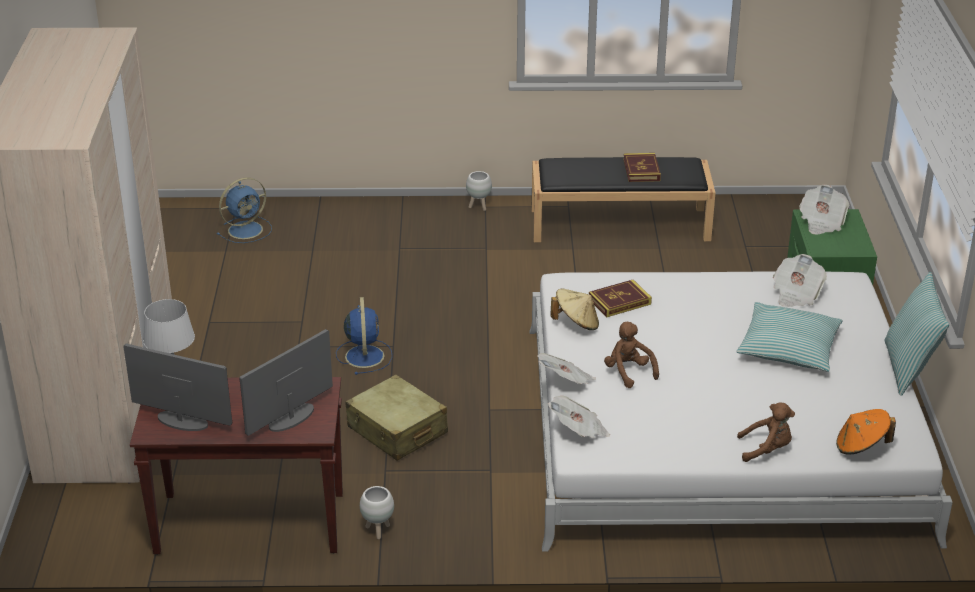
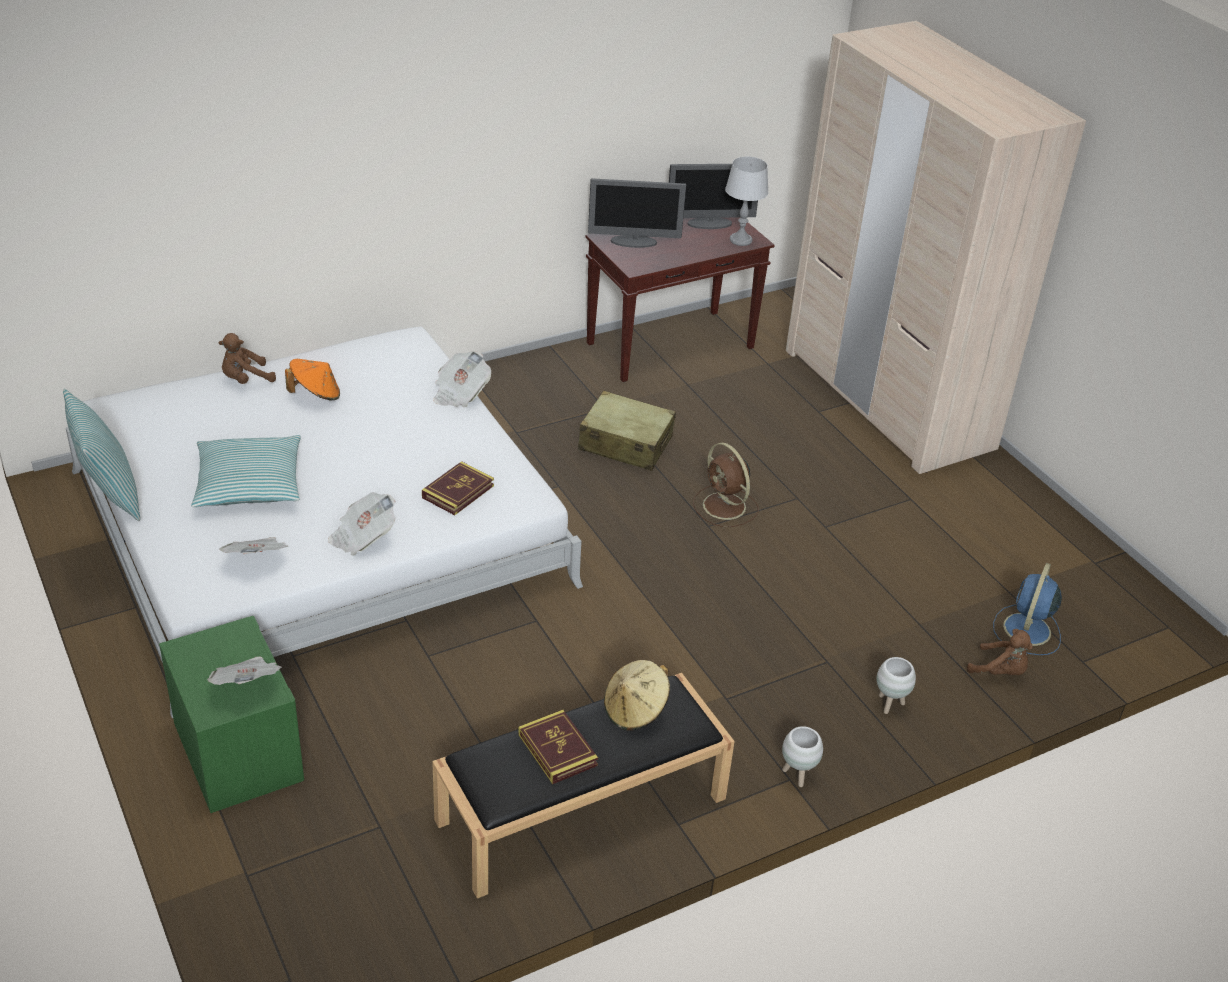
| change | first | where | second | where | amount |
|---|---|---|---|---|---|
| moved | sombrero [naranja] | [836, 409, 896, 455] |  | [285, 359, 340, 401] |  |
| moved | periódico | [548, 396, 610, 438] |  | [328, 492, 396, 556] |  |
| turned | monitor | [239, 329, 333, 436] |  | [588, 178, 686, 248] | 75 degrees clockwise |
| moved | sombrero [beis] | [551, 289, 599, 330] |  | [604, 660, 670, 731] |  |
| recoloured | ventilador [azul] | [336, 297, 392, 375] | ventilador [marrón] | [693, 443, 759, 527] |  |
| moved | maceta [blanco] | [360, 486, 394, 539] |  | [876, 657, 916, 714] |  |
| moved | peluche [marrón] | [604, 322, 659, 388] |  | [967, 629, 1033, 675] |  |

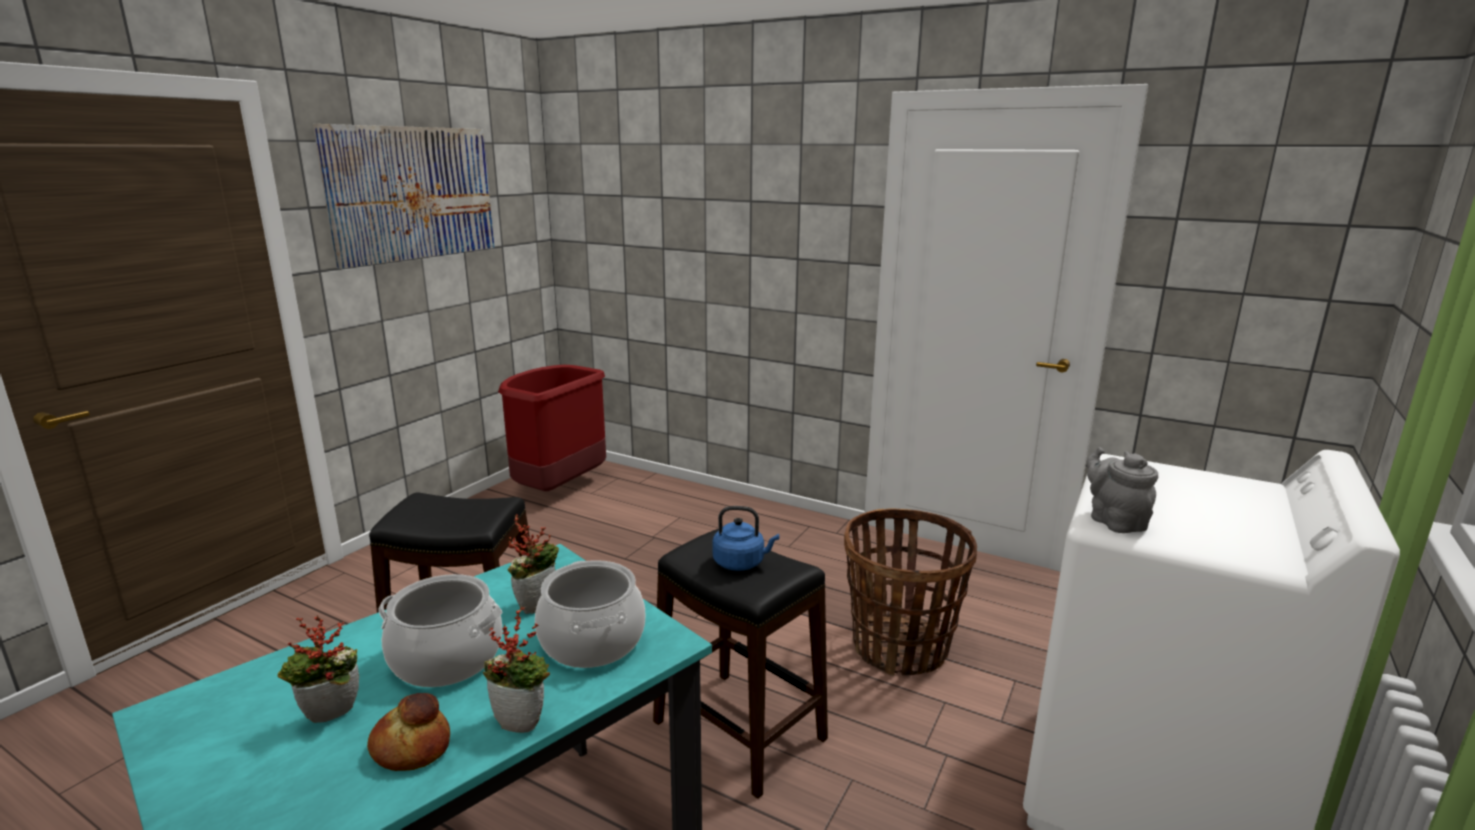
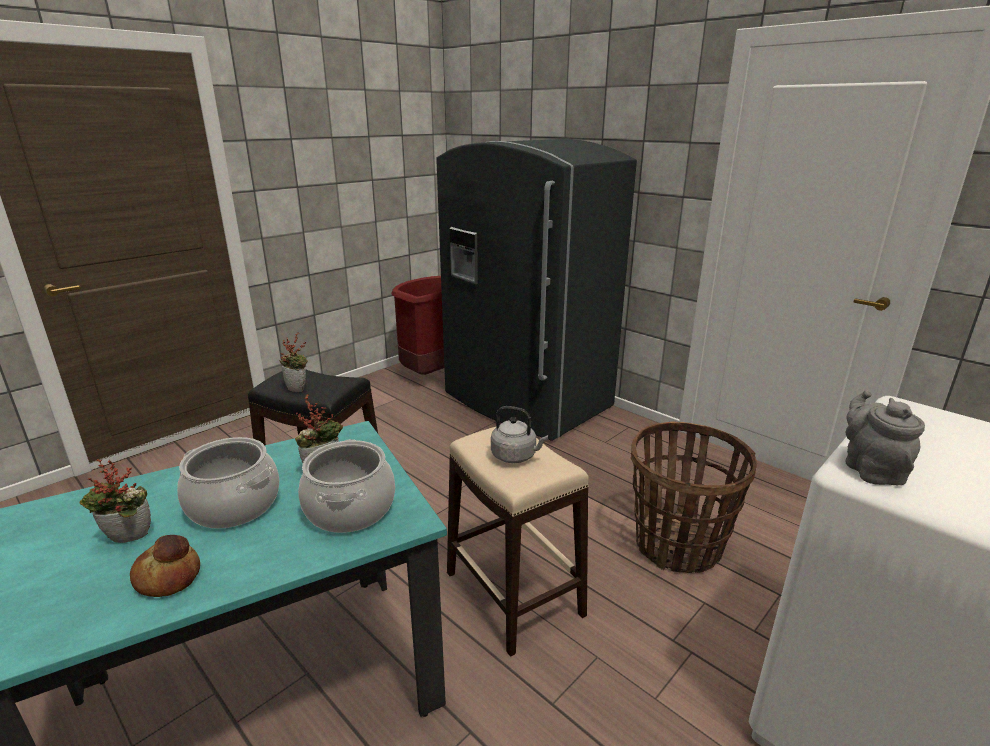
| change | first | where | second | where | amount |
|---|---|---|---|---|---|
| moved | planta en maceta | [483, 607, 550, 733] |  | [279, 333, 308, 392] |  |
| added |  |  | nevera [gris] | [436, 139, 637, 440] |  |
| recoloured | taburete [negro] | [653, 527, 828, 799] | taburete [beis] | [447, 427, 589, 657] |  |
| recoloured | hervidor [azul] | [712, 506, 779, 571] | hervidor [gris] | [491, 406, 548, 463] |  |
| removed | cuadro | [313, 124, 494, 269] |  |  |  |

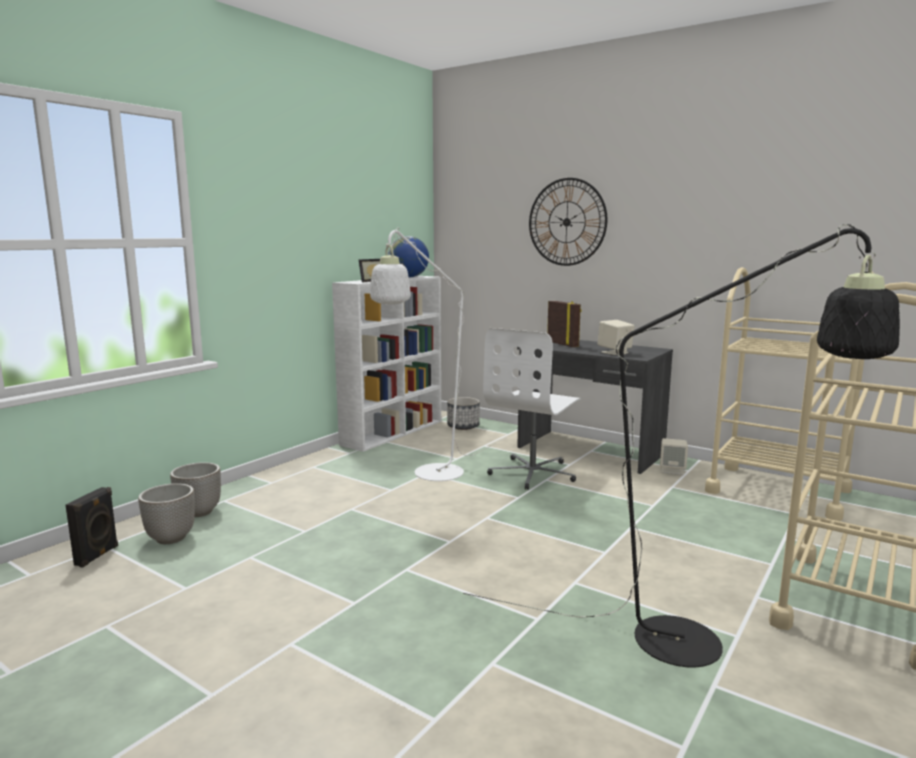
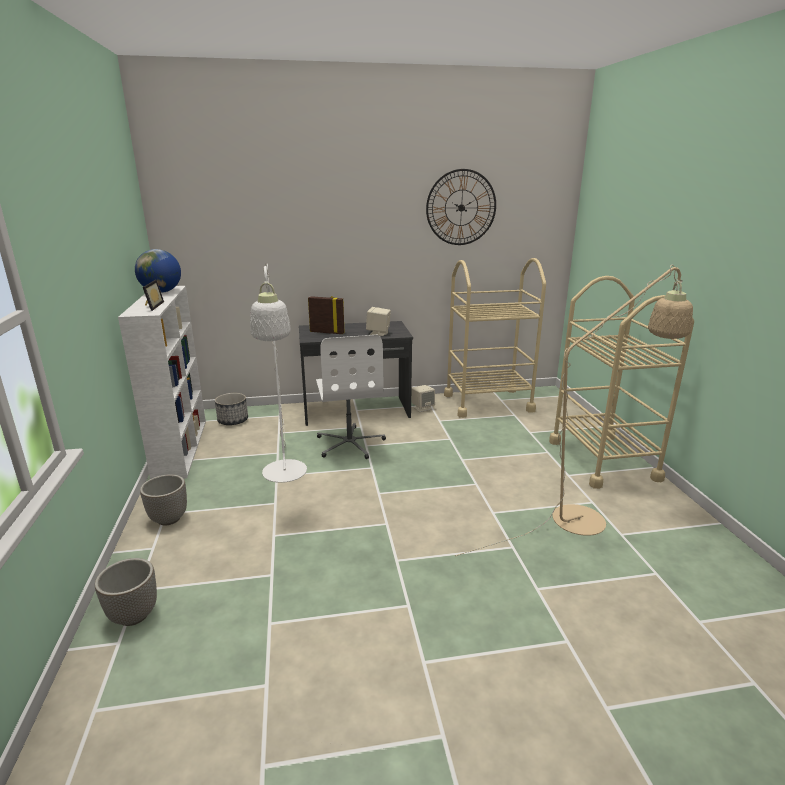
| change | first | where | second | where | amount |
|---|---|---|---|---|---|
| moved | maceta | [138, 483, 195, 544] |  | [140, 474, 187, 526] |  |
| moved | reloj de pared | [529, 178, 607, 266] |  | [426, 169, 496, 245] |  |
| recoloured | lámpara de pie [negro] | [463, 224, 900, 667] | lámpara de pie [beis] | [455, 265, 693, 556] |  |
| removed | altavoz [negro] | [66, 487, 118, 567] |  |  |  |

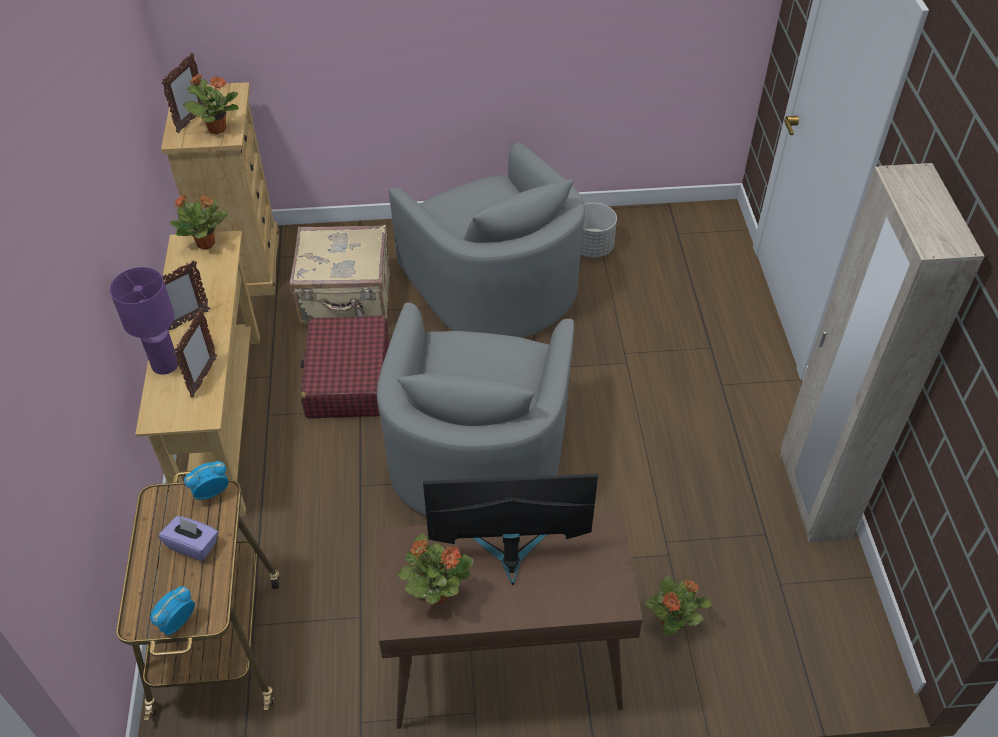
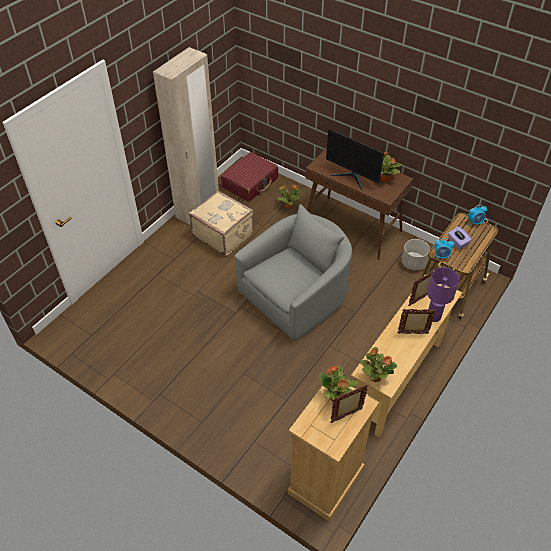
| change | first | where | second | where | amount |
|---|---|---|---|---|---|
| moved | maleta [beis] | [290, 225, 390, 326] |  | [189, 190, 254, 256] |  |
| moved | maleta [rojo] | [300, 316, 389, 418] |  | [221, 152, 278, 202] |  |
| moved | maceta [gris] | [580, 203, 617, 258] |  | [402, 239, 430, 270] |  |
| removed | sillón [gris] | [389, 142, 585, 338] |  |  |  |

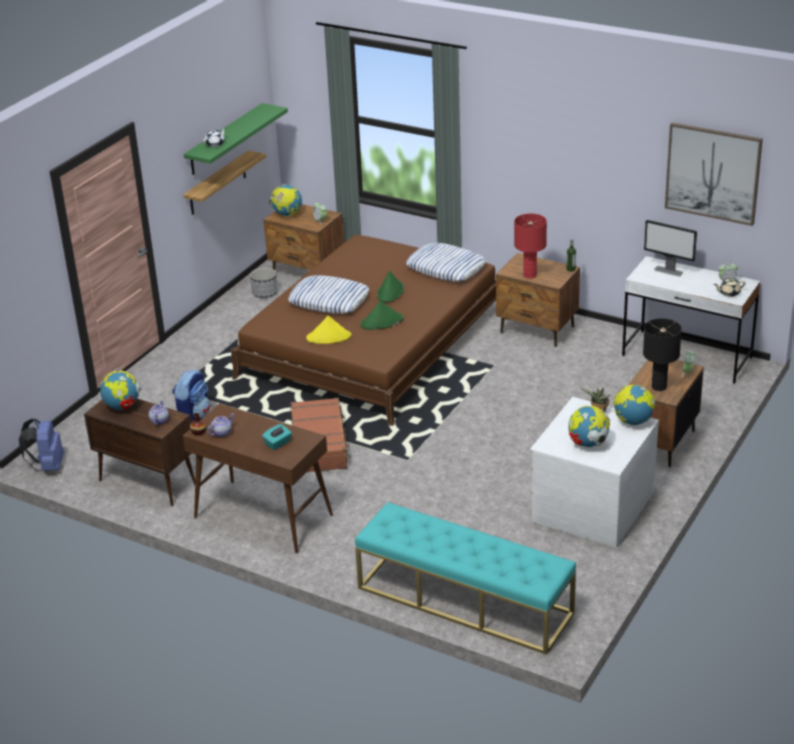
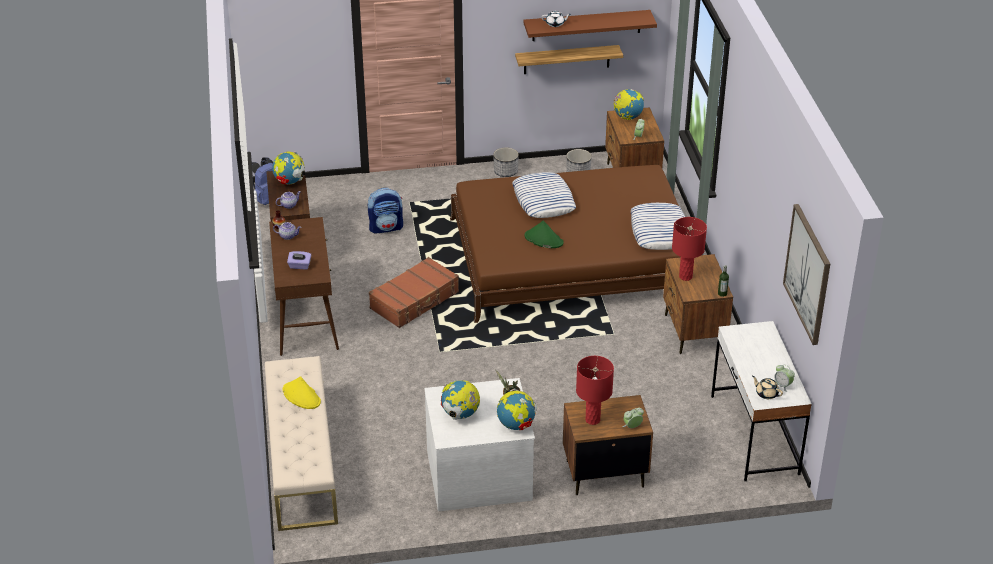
| change | first | where | second | where | amount |
|---|---|---|---|---|---|
| recoloured | banco [turquesa] | [355, 502, 576, 655] | banco [beis] | [265, 356, 338, 531] |  |
| moved | sombrero [amarillo] | [306, 316, 352, 344] |  | [283, 376, 321, 409] |  |
| recoloured | caja de pañuelos [turquesa] | [262, 424, 292, 450] | caja de pañuelos [morado] | [287, 251, 311, 269] |  |
| added |  |  | maceta | [493, 147, 519, 177] |  |
| recoloured | estante [verde] | [184, 103, 288, 175] | estante [marrón] | [523, 10, 657, 41] |  |
| recoloured | lámpara de mesa [negro] | [643, 318, 682, 391] | lámpara de mesa [rojo] | [576, 356, 614, 425] |  |
| removed | sombrero [verde] | [377, 271, 404, 302] |  |  |  |
| removed | monitor | [644, 220, 697, 277] |  |  |  |

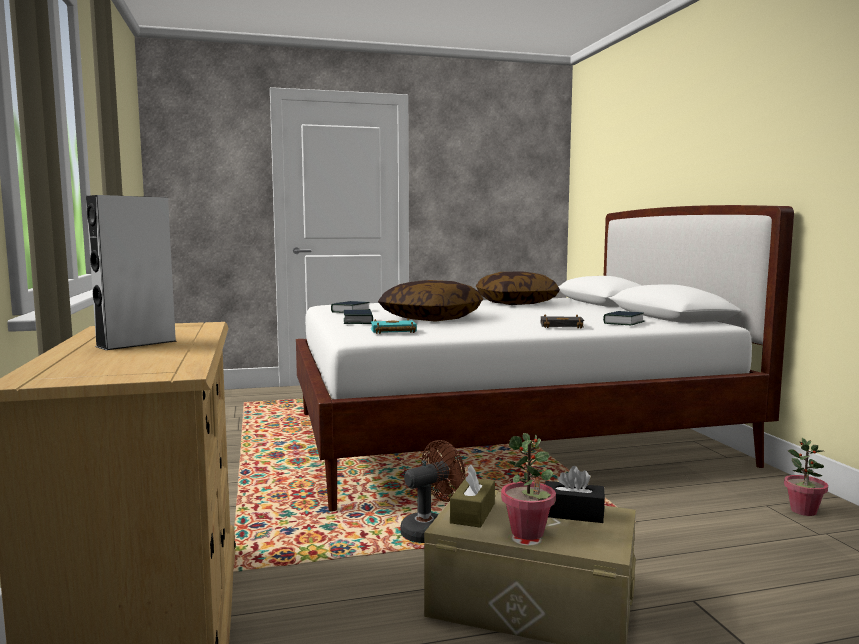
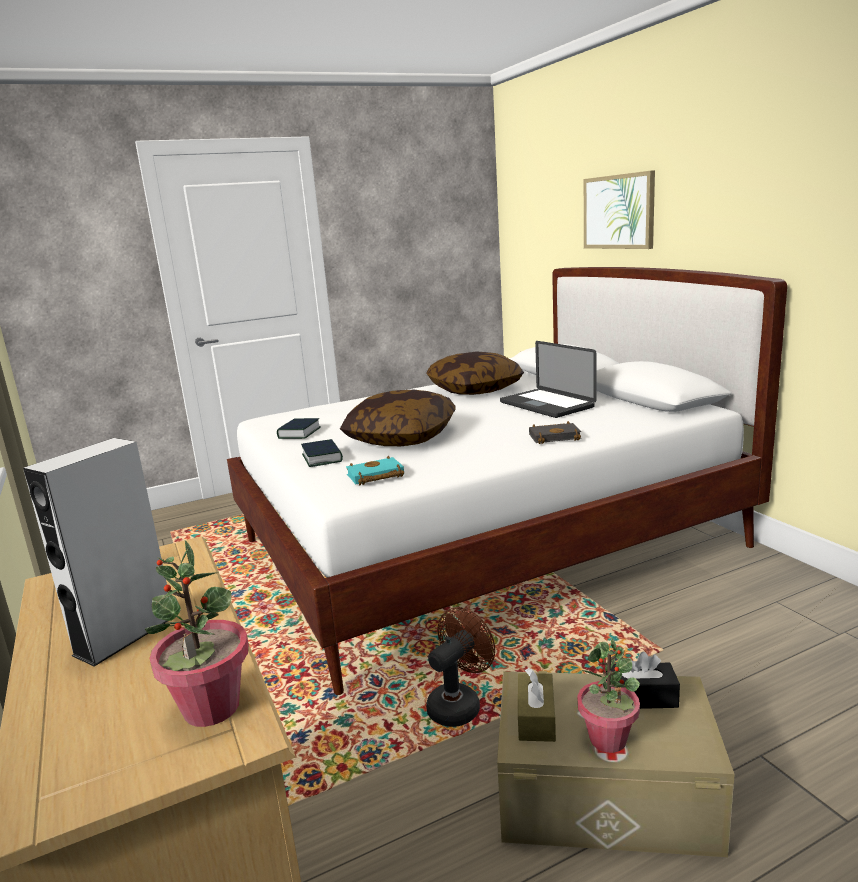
| change | first | where | second | where | amount |
|---|---|---|---|---|---|
| moved | planta en maceta | [784, 438, 828, 516] |  | [145, 540, 249, 727] |  |
| added |  |  | portátil | [500, 341, 596, 418] |  |
| added |  |  | cuadro | [584, 170, 655, 249] |  |
| removed | libro | [603, 311, 645, 325] |  |  |  |

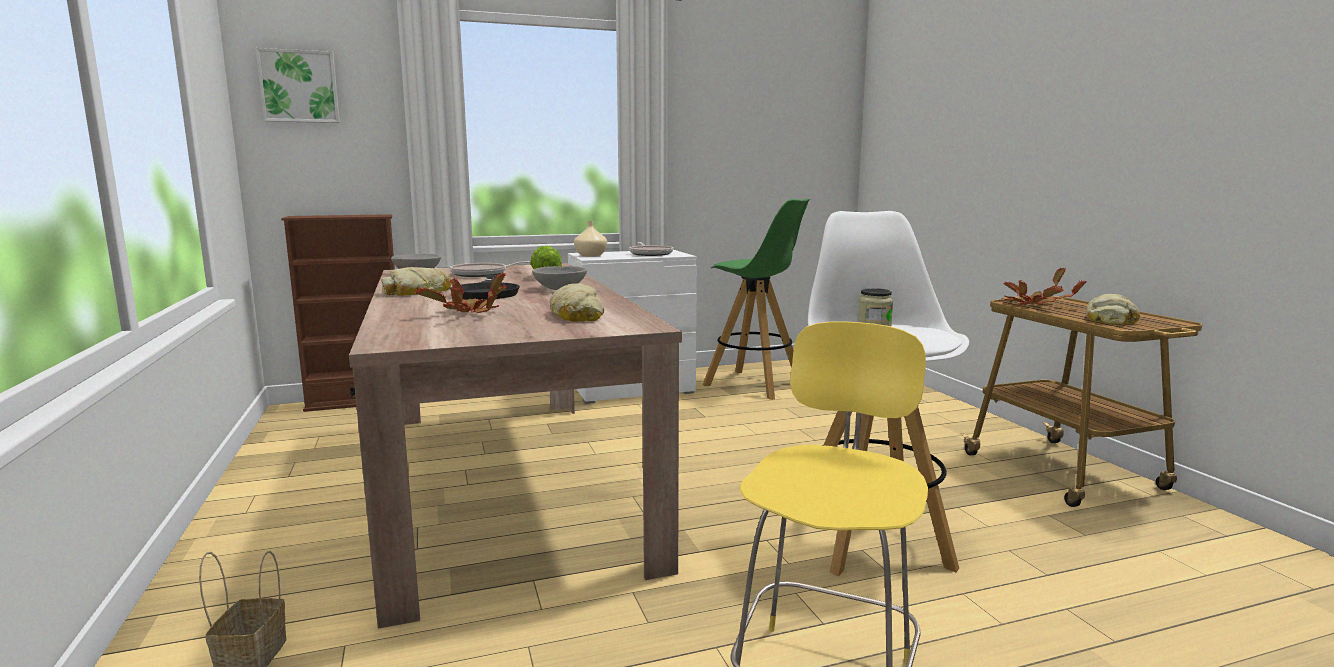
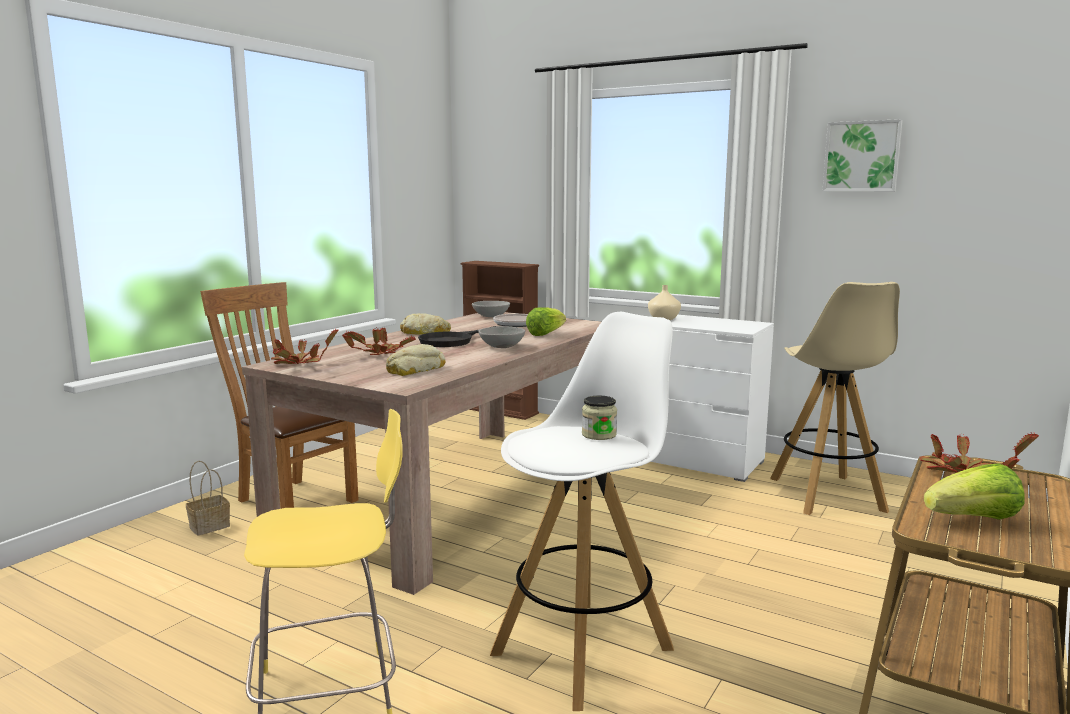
| change | first | where | second | where | amount |
|---|---|---|---|---|---|
| added |  |  | silla [marrón] | [200, 282, 359, 509] |  |
| added |  |  | planta en maceta | [271, 330, 338, 364] |  |
| recoloured | taburete [verde] | [703, 198, 810, 400] | taburete [beis] | [770, 282, 900, 515] |  |
| moved | cuadro | [256, 48, 340, 123] |  | [823, 119, 903, 191] |  |
| replaced | pan | [1086, 294, 1140, 325] | lechuga | [924, 463, 1025, 520] |  |
| removed | sartén | [629, 242, 673, 256] |  |  |  |

